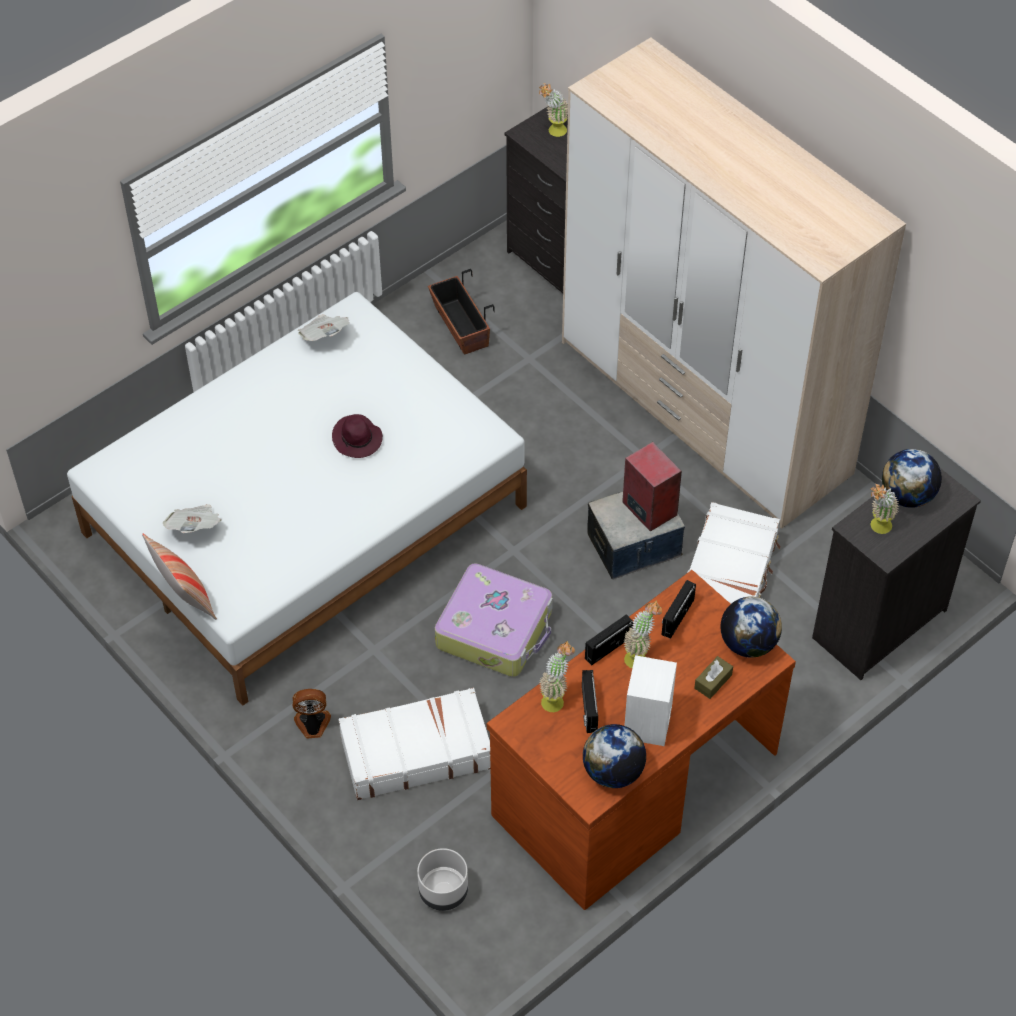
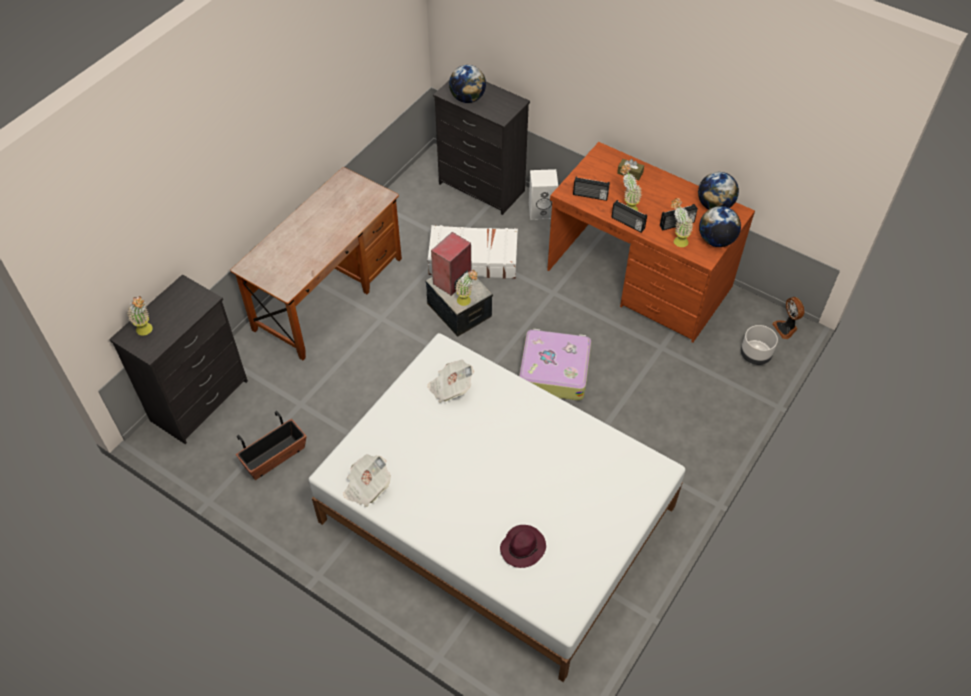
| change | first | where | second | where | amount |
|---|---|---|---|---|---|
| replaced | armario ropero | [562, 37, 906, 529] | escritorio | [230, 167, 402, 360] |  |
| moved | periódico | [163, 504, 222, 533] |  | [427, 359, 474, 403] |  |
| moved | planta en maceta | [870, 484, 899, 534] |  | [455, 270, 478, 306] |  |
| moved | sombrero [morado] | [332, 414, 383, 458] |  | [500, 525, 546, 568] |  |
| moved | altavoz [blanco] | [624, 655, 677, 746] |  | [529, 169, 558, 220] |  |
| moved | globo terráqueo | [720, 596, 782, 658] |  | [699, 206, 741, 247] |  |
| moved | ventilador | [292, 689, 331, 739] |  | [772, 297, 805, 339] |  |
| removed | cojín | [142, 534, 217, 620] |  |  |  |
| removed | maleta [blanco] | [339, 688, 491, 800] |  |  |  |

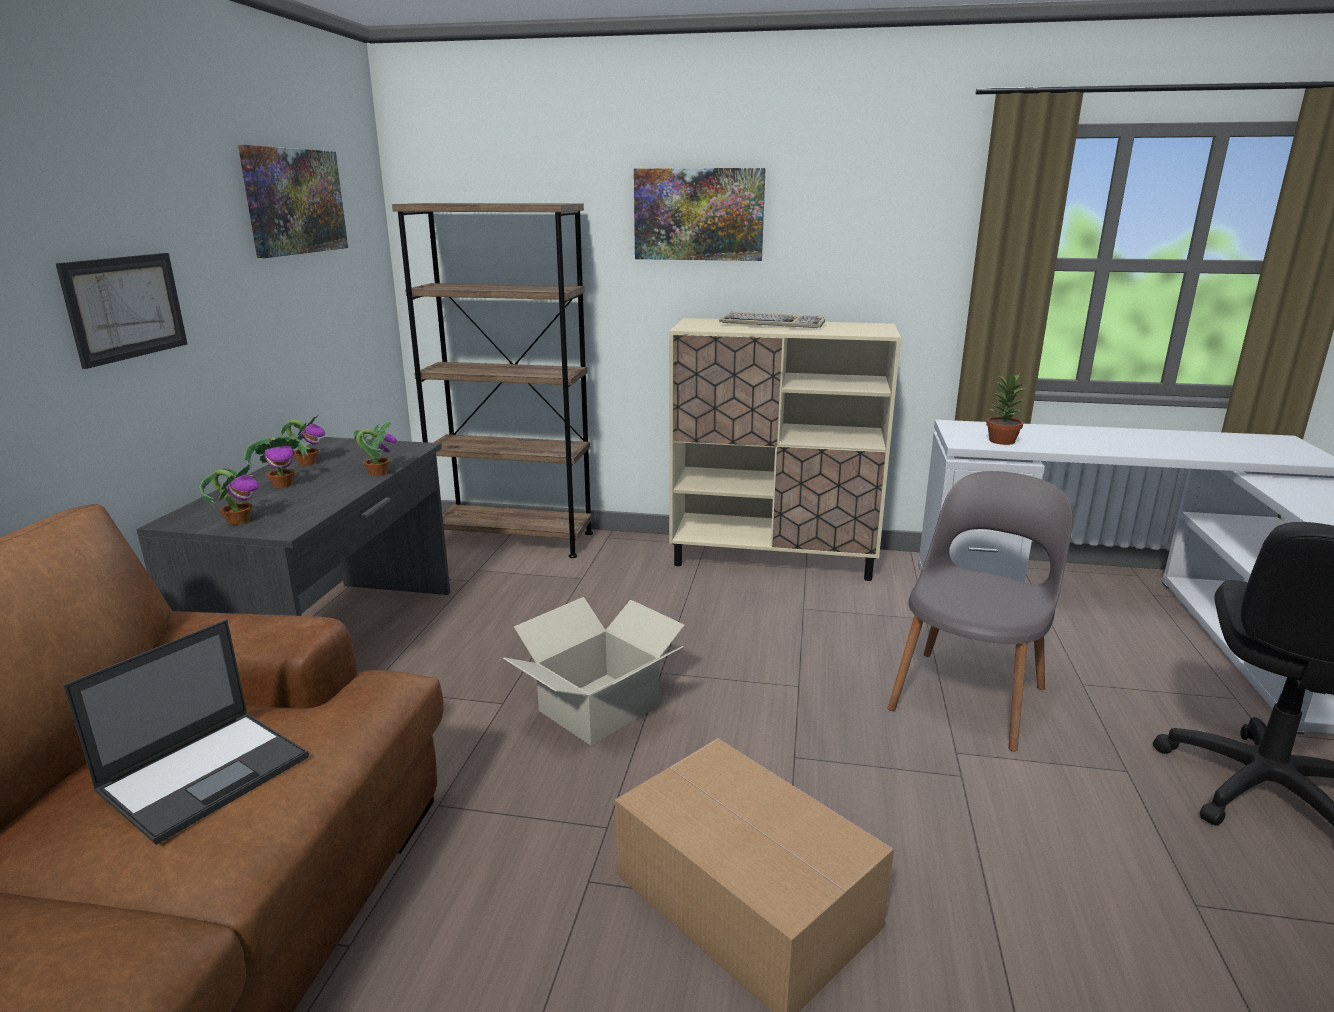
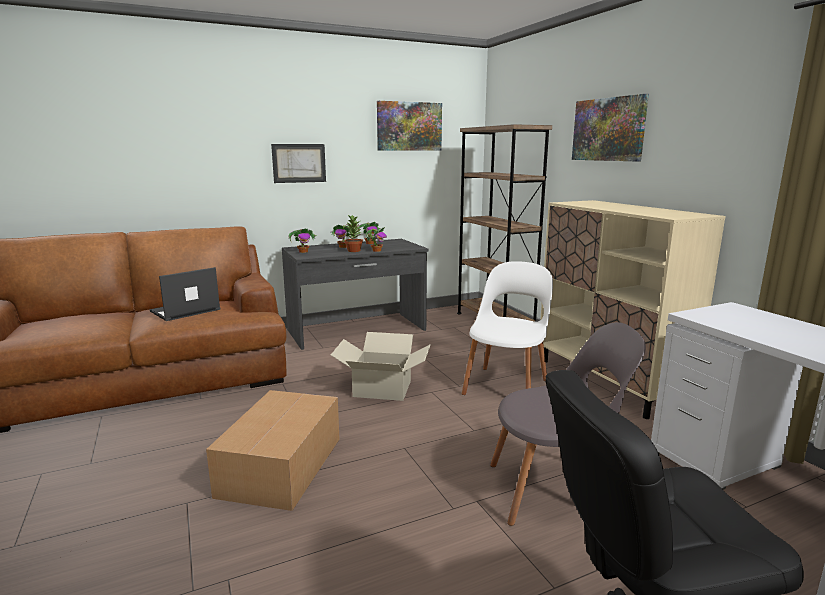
| change | first | where | second | where | amount |
|---|---|---|---|---|---|
| turned | portátil | [63, 619, 309, 845] |  | [149, 267, 220, 321] | 135 degrees clockwise |
| moved | planta en maceta | [986, 374, 1026, 445] |  | [345, 214, 363, 252] |  |
| added |  |  | silla [blanco] | [462, 261, 553, 395] |  |
| removed | teclado | [719, 312, 825, 328] |  |  |  |

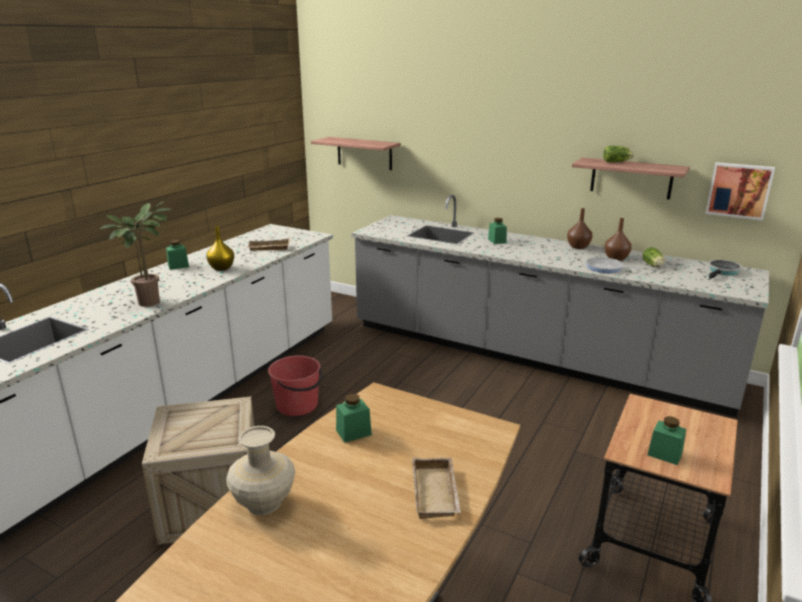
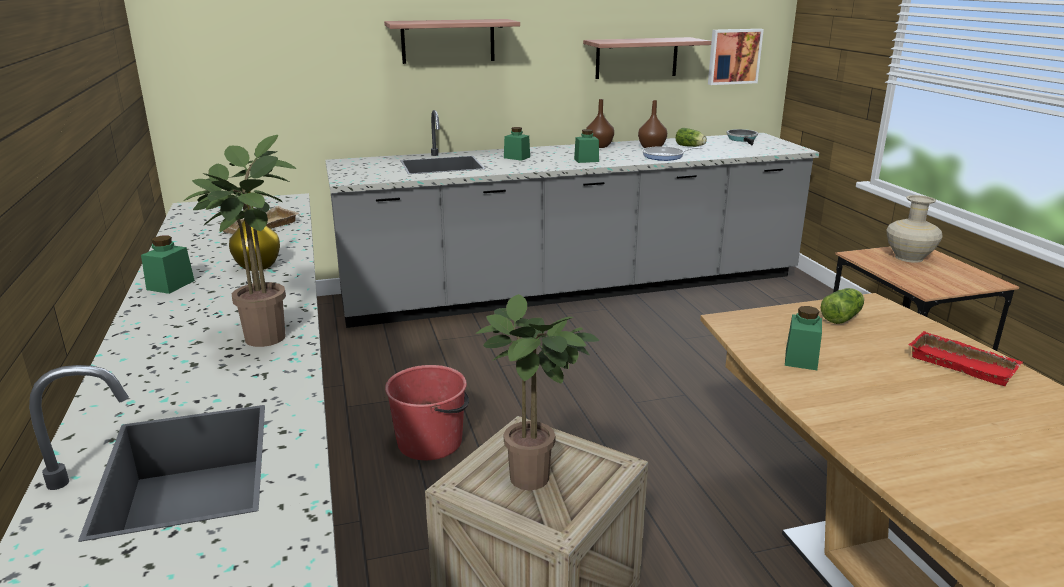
| change | first | where | second | where | amount |
|---|---|---|---|---|---|
| moved | estante | [311, 137, 401, 170] |  | [384, 19, 520, 64] |  |
| added |  |  | planta en maceta | [476, 294, 599, 490] |  |
| moved | tarro [verde] | [648, 416, 686, 465] |  | [574, 129, 599, 163] |  |
| moved | lechuga | [603, 146, 634, 162] |  | [821, 288, 864, 324] |  |
| moved | florero [beis] | [226, 426, 295, 515] |  | [886, 195, 942, 263] |  |
| recoloured | bandeja [beis] | [412, 458, 461, 519] | bandeja [rojo] | [908, 331, 1023, 386] |  |

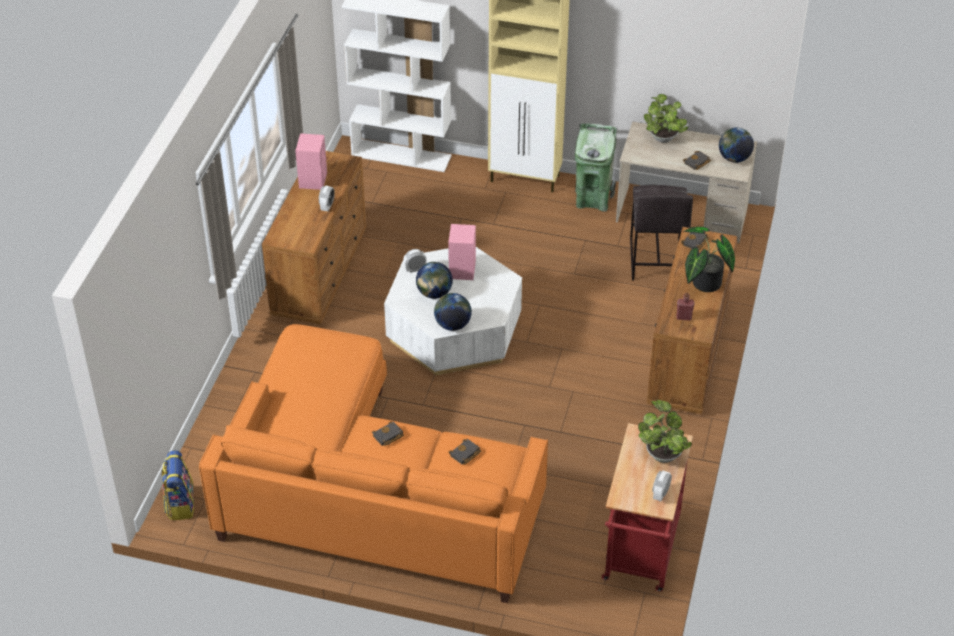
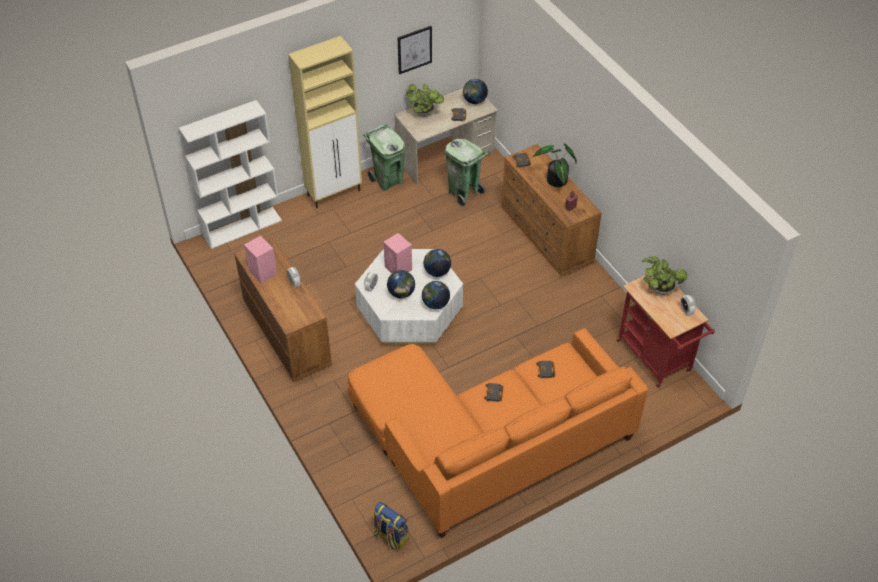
| change | first | where | second | where | amount |
|---|---|---|---|---|---|
| added |  |  | cuadro | [398, 26, 432, 74] |  |
| added |  |  | globo terráqueo | [424, 249, 451, 277] |  |
| replaced | taburete [gris] | [630, 184, 693, 280] | papelera [verde] | [444, 139, 489, 207] |  |

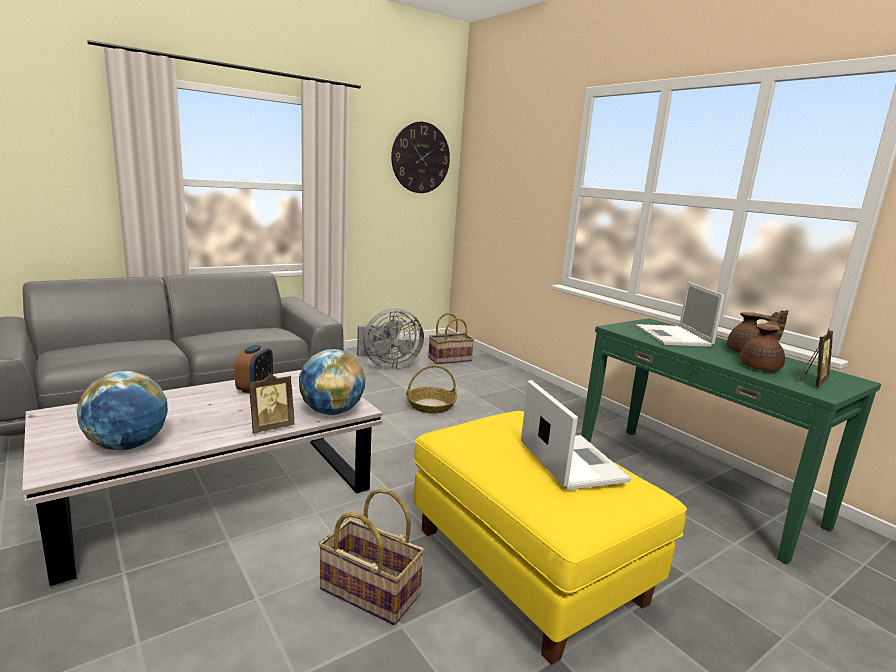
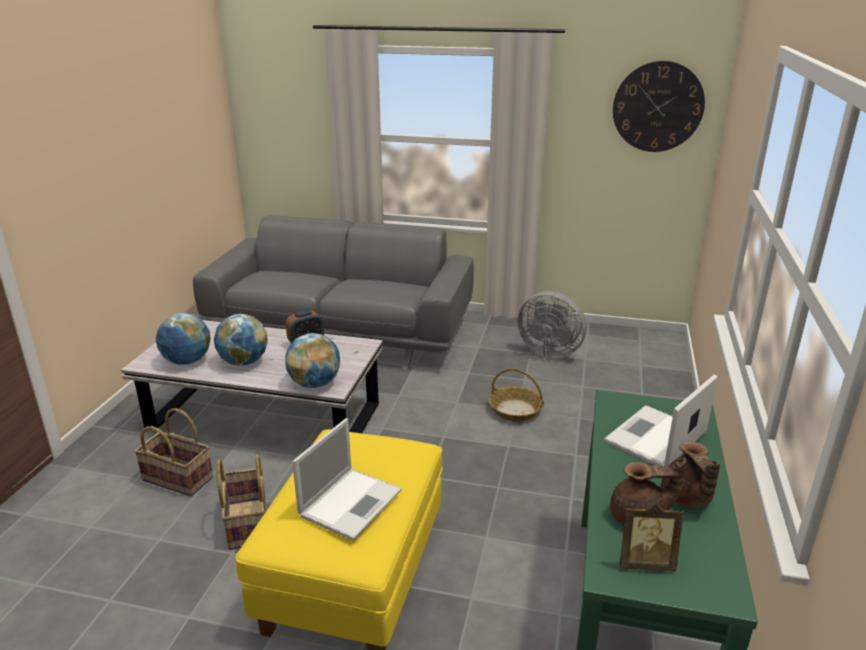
| change | first | where | second | where | amount |
|---|---|---|---|---|---|
| moved | cesta | [428, 313, 474, 364] |  | [134, 408, 213, 496] |  |
| added |  |  | globo terráqueo | [214, 314, 268, 366] |  |
| removed | portarretratos | [249, 373, 294, 433] |  |  |  |

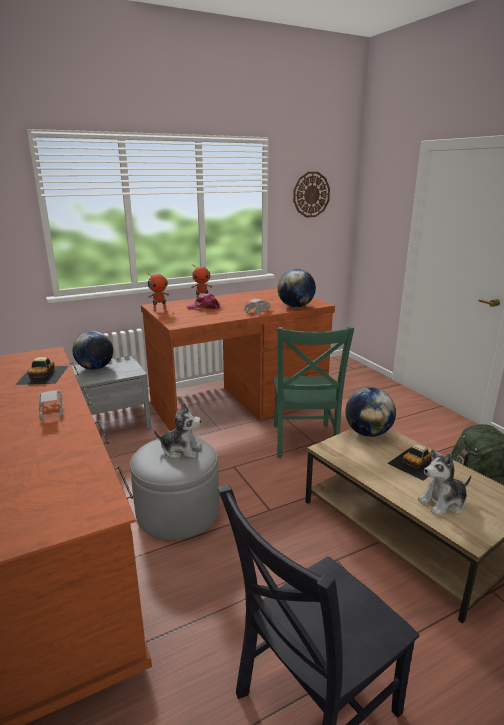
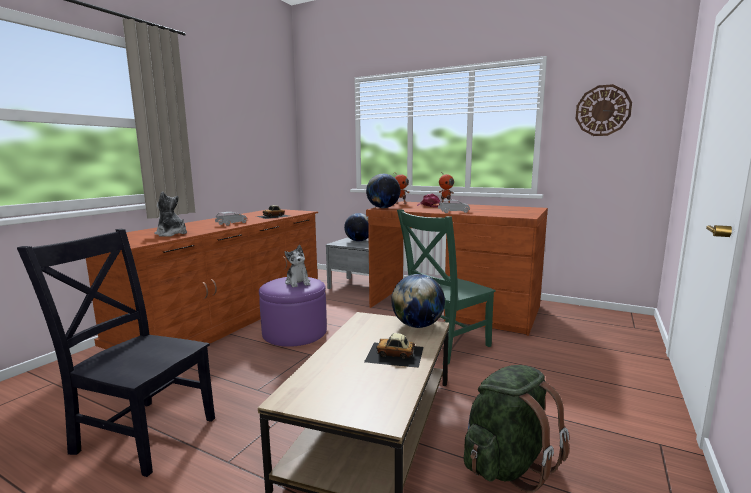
| change | first | where | second | where | amount |
|---|---|---|---|---|---|
| moved | peluche | [417, 449, 471, 516] |  | [154, 191, 187, 237] |  |
| recoloured | puf [gris] | [130, 437, 219, 540] | puf [morado] | [259, 277, 327, 347] |  |
| moved | globo terráqueo | [278, 269, 316, 307] |  | [366, 174, 400, 208] |  |

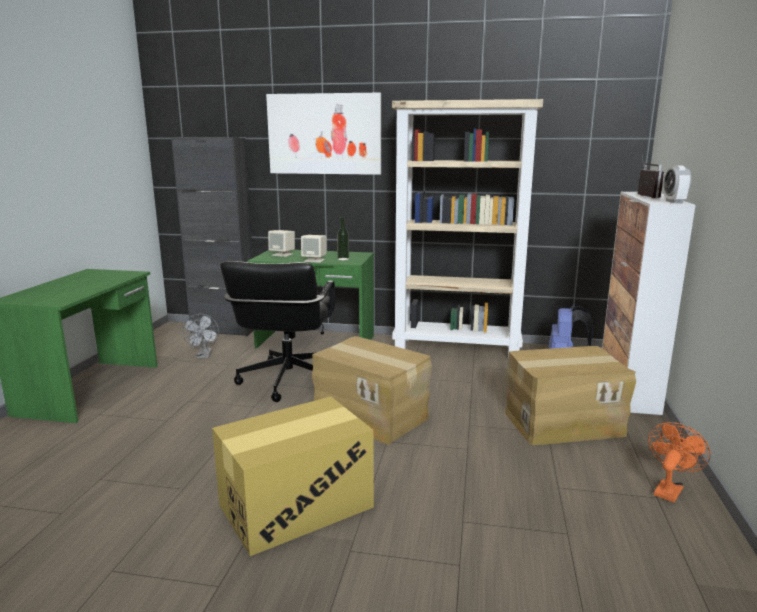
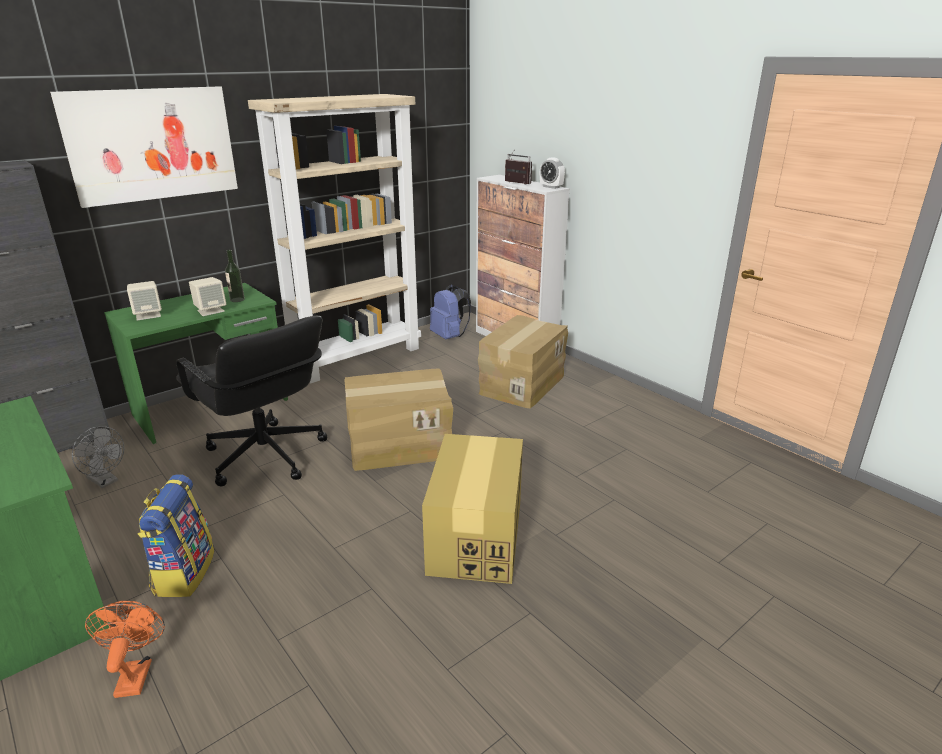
| change | first | where | second | where | amount |
|---|---|---|---|---|---|
| moved | ventilador [naranja] | [648, 422, 711, 503] |  | [85, 601, 165, 698] |  |
| added |  |  | mochila | [137, 474, 214, 597] |  |

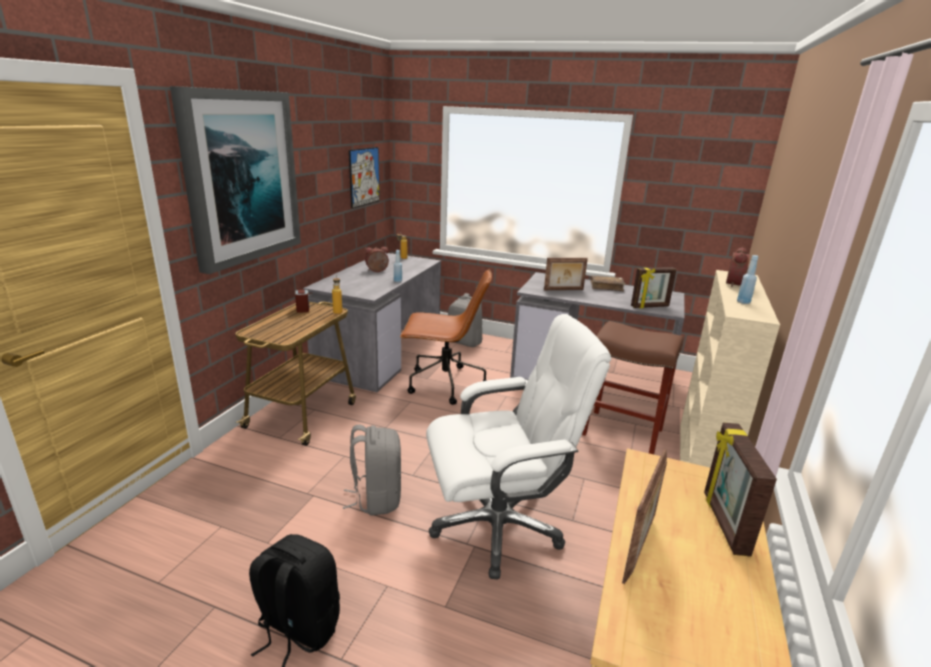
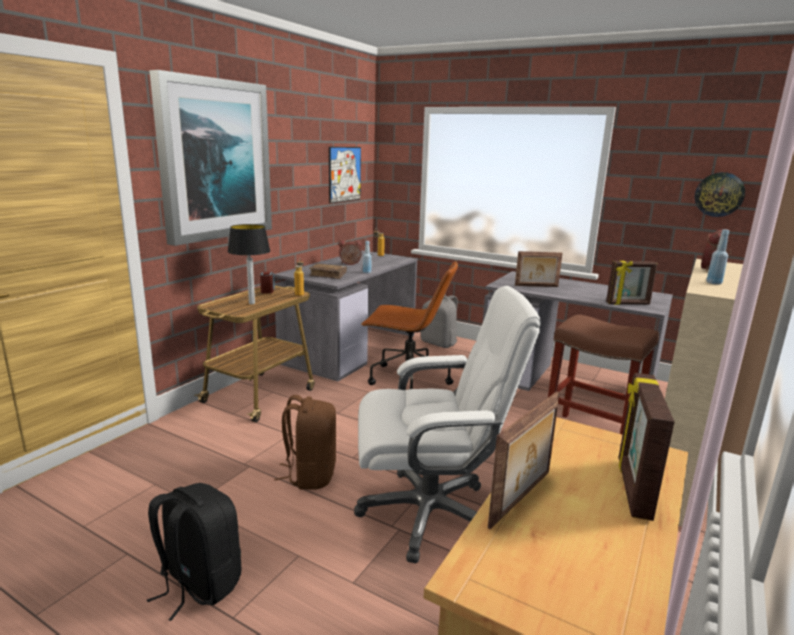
| change | first | where | second | where | amount |
|---|---|---|---|---|---|
| added |  |  | lámpara de mesa | [228, 224, 270, 304] |  |
| recoloured | mochila [gris] | [343, 425, 401, 516] | mochila [marrón] | [274, 395, 336, 489] |  |
| moved | libro [marrón] | [590, 276, 625, 291] |  | [309, 263, 347, 279] |  |
| added |  |  | reloj de pared | [695, 172, 745, 217] |  |

